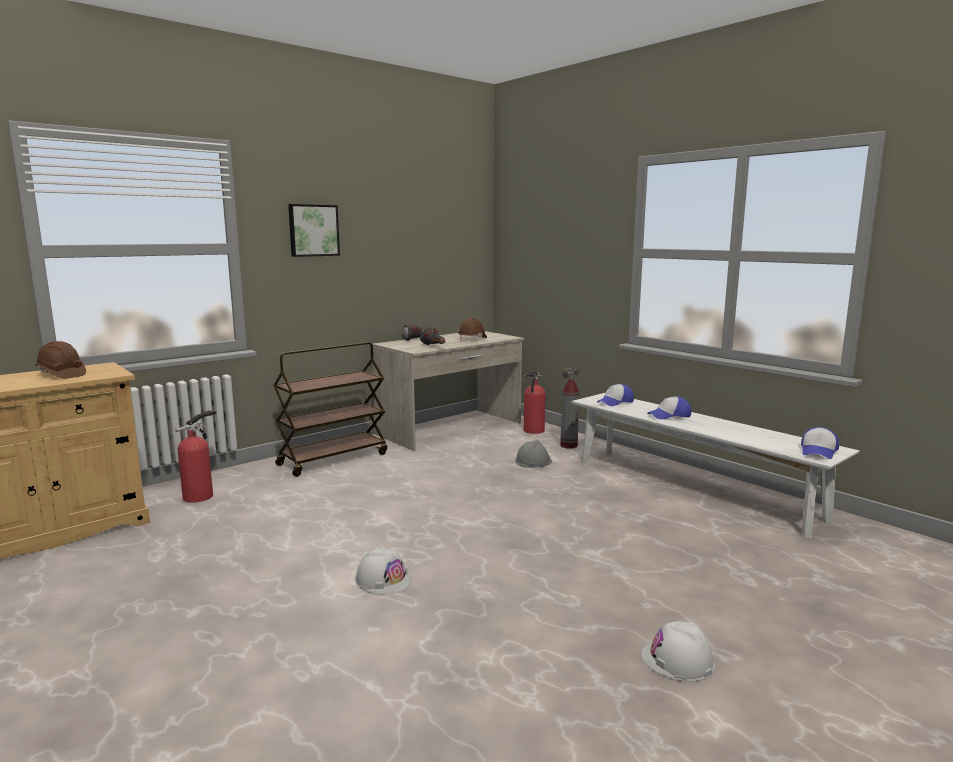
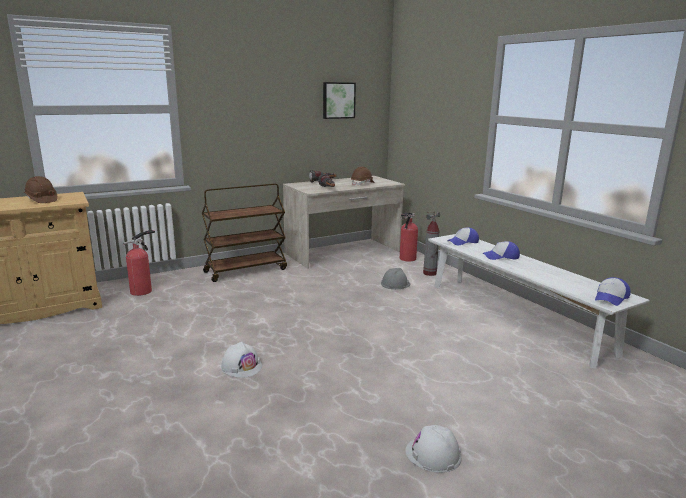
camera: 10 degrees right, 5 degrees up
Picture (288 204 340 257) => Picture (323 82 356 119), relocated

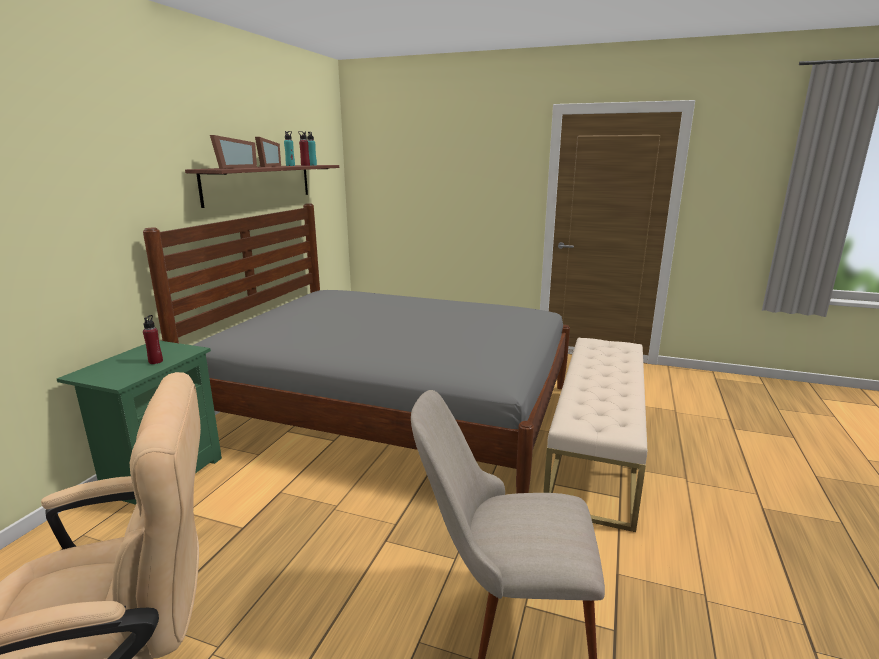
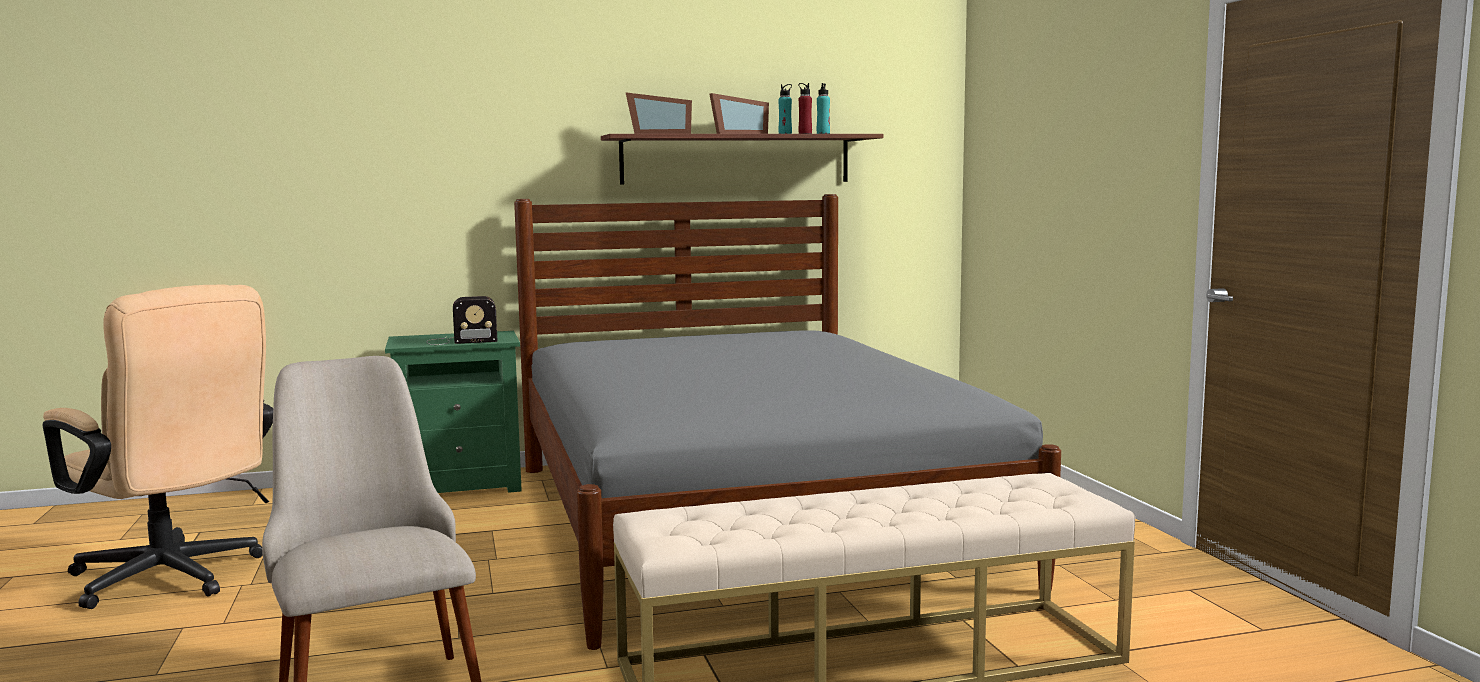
camera: 55 degrees right, 10 degrees down
RedBottle (143 315 163 364) => Radio (428 296 498 345)

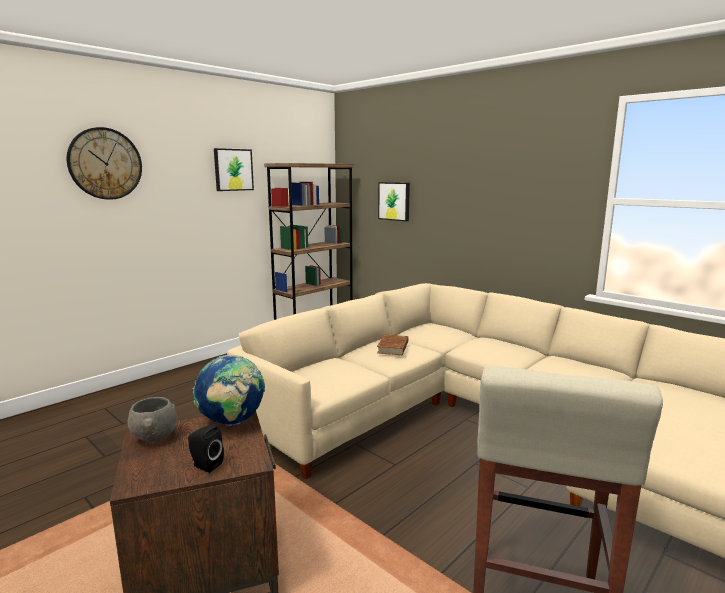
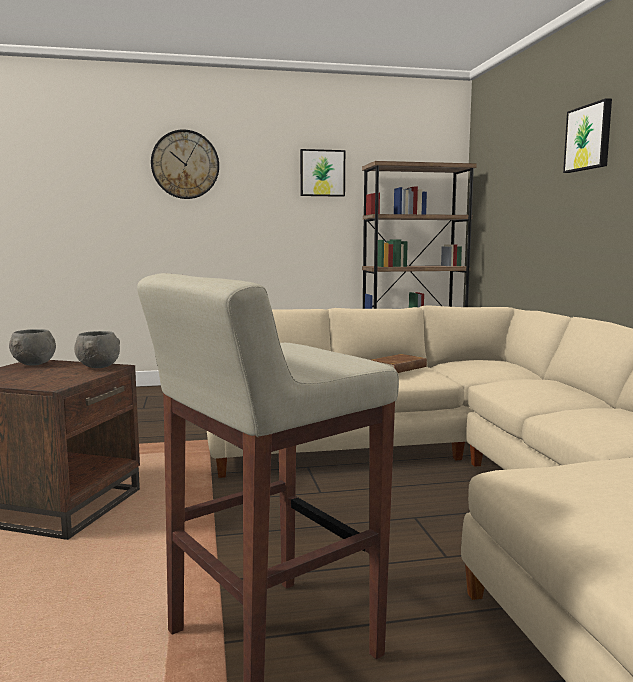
camera: 35 degrees right, 5 degrees down
BlackSpeaker (188 424 224 473) => nothing
Globe (193 355 265 426) => GreyBowl (74 331 120 368)
Picture (378 182 410 222) => Picture (563 98 612 173), relocated

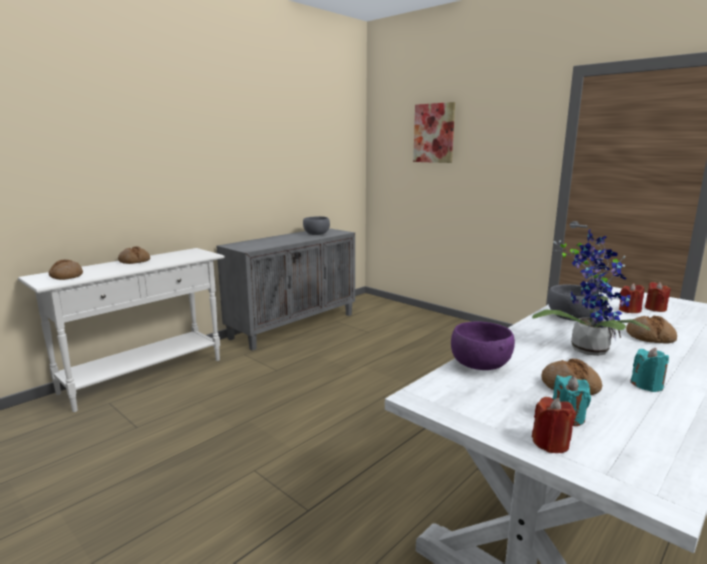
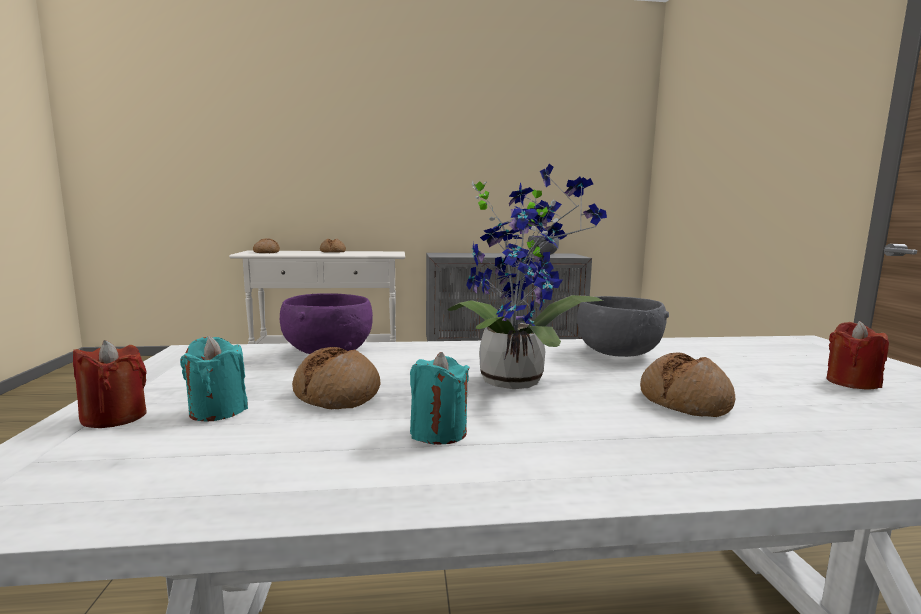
camera: 40 degrees right, 5 degrees down
Picture (413 102 455 163) => nothing
RedCandle (619 283 644 313) => nothing

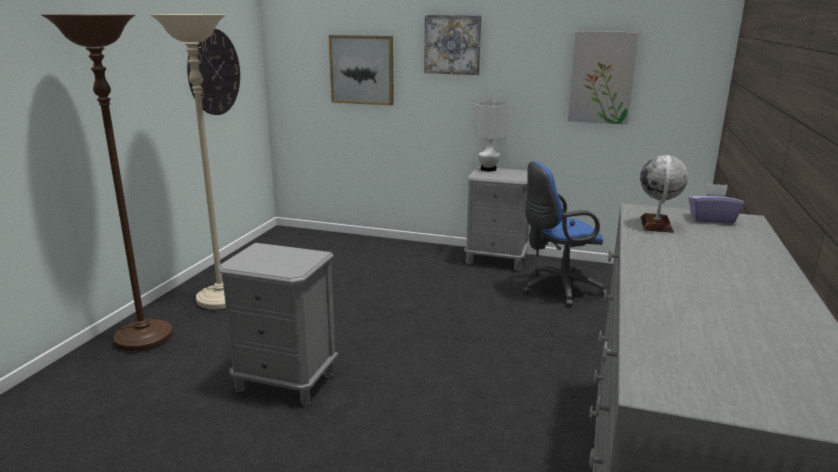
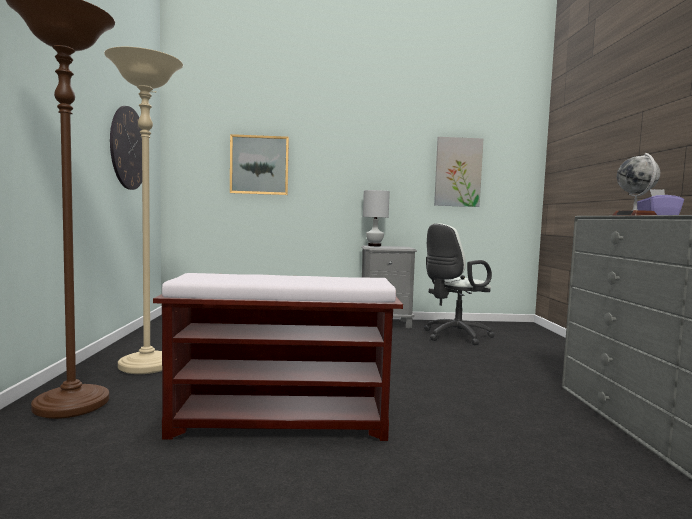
camera: 20 degrees left, 15 degrees down
GreyNightstand (218 243 338 406) => BrownBench (153 273 403 441)
Picture (424 15 482 75) => nothing
BlueOfficeChair (522 161 608 307) => WhiteOfficeChair (424 223 495 345)

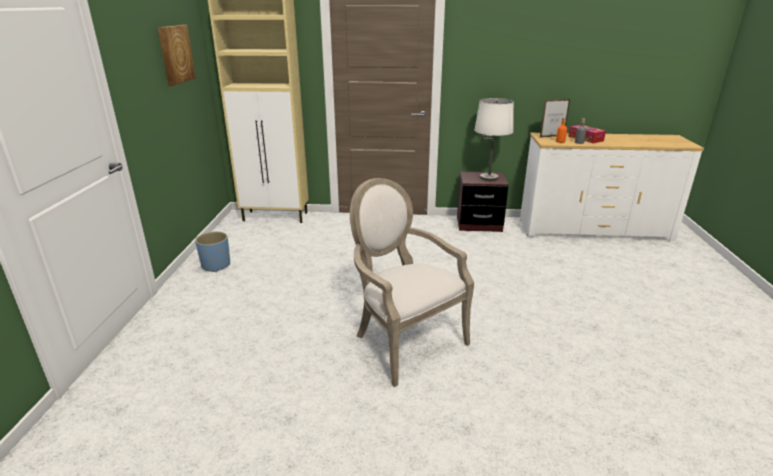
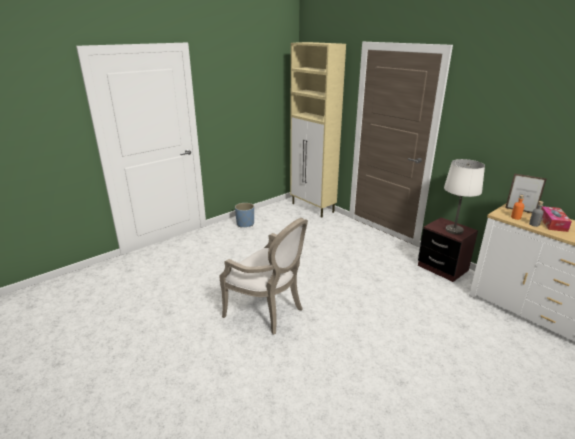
camera: 45 degrees right, 0 degrees up
Picture (158 25 196 86) => nothing
Armchair (350 178 474 387) => Armchair (219 218 308 335), 120 degrees clockwise

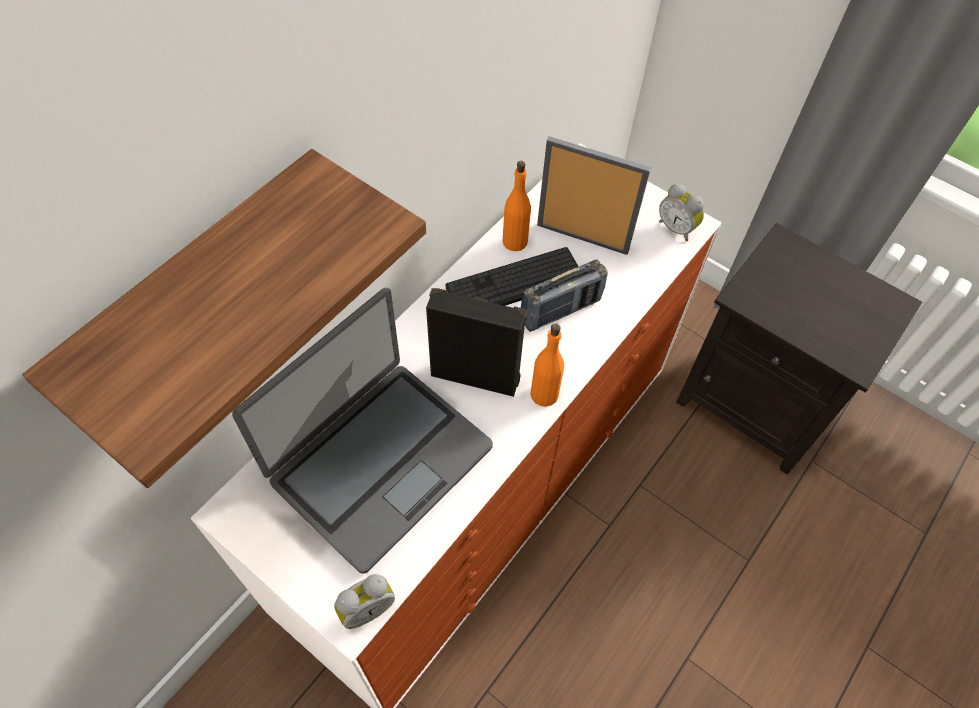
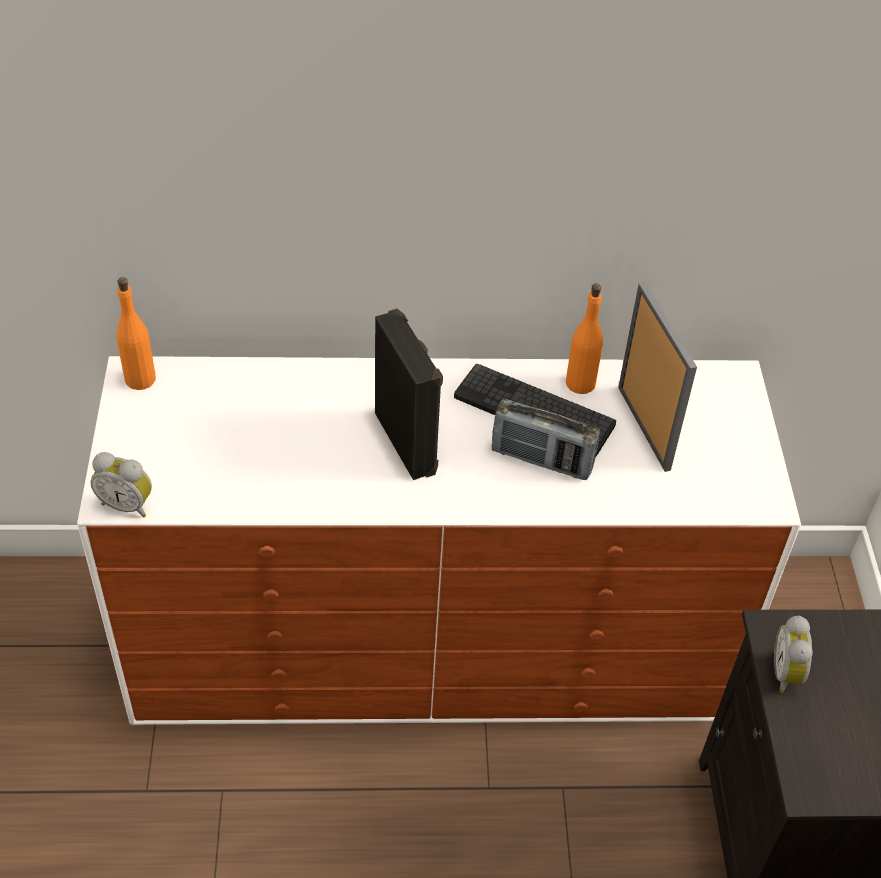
camera: 50 degrees right, 10 degrees down
Shelf (22 149 426 488) => nothing
Laptop (232 288 493 574) => nothing
OrangeBottle (530 323 564 407) => OrangeBottle (116 277 156 390), relocated
AlarmClock (659 184 704 242) => AlarmClock (774 616 813 693), relocated

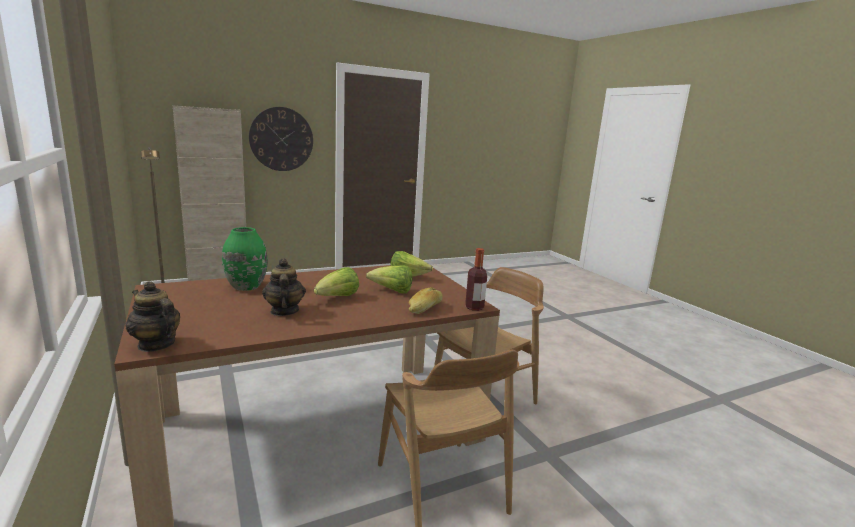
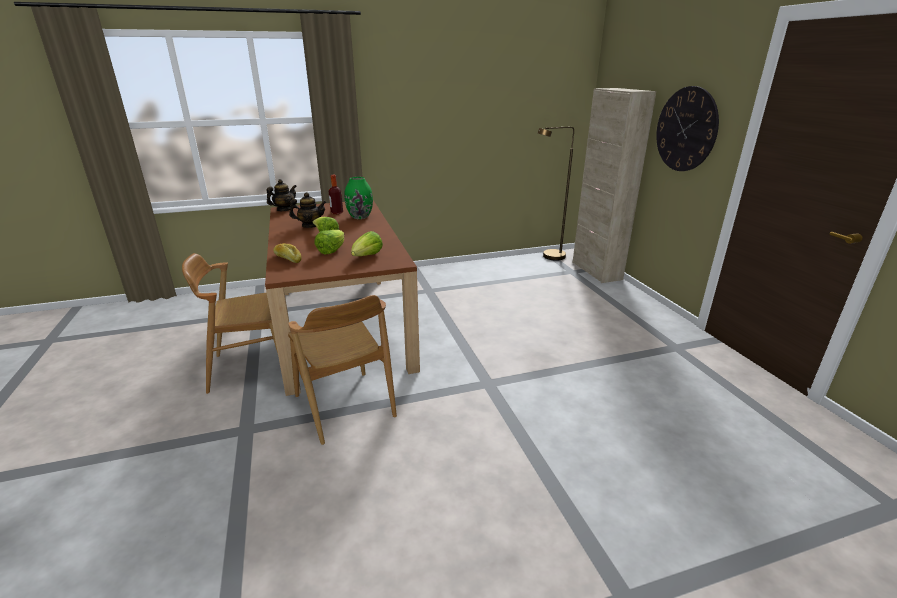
camera: 100 degrees right, 10 degrees up
Bottle (465 248 487 311) => Bottle (329 175 343 214), relocated

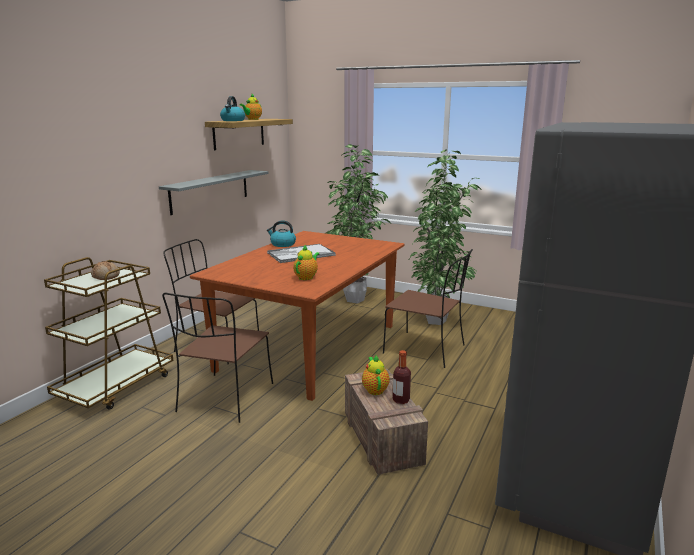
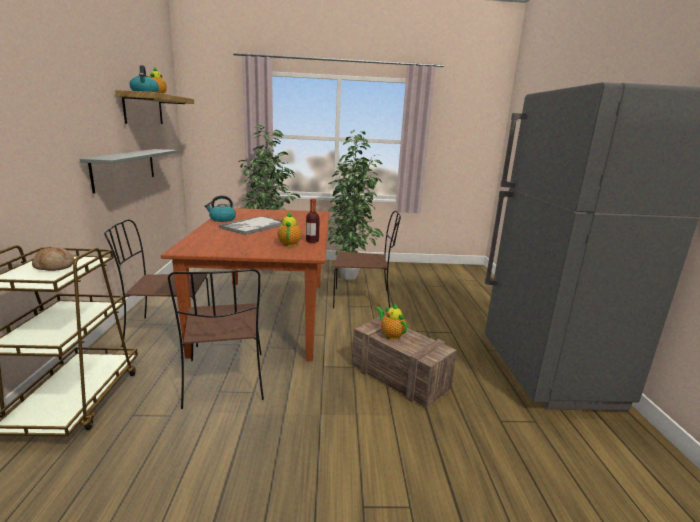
camera: 30 degrees left, 0 degrees up
Bottle (393 350 411 404) => Bottle (306 199 320 243), relocated

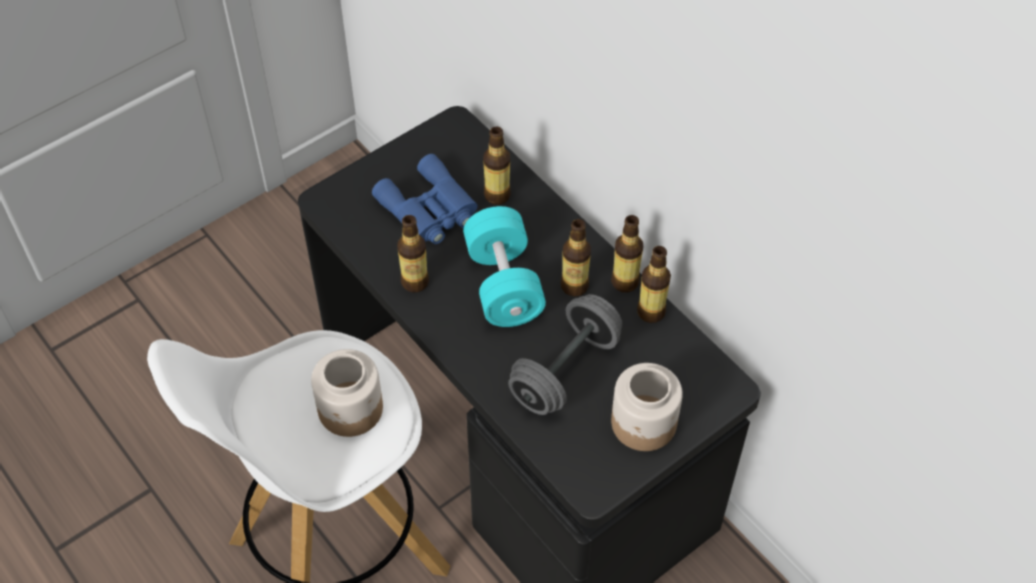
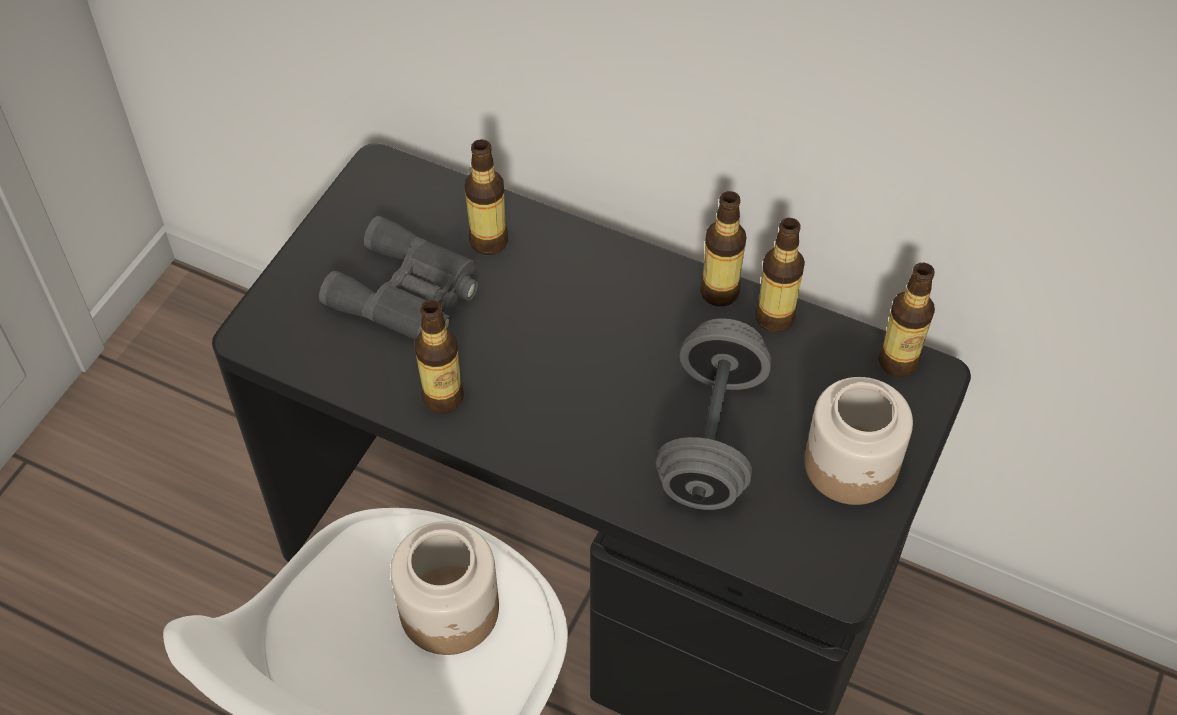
camera: 25 degrees left, 0 degrees up
BlueBinoculars (372 154 478 244) => GreyBinoculars (319 216 478 340)
TurquoiseDumbbell (463 206 546 327) => nothing
Bottle (561 219 591 297) => Bottle (878 263 935 377), relocated

